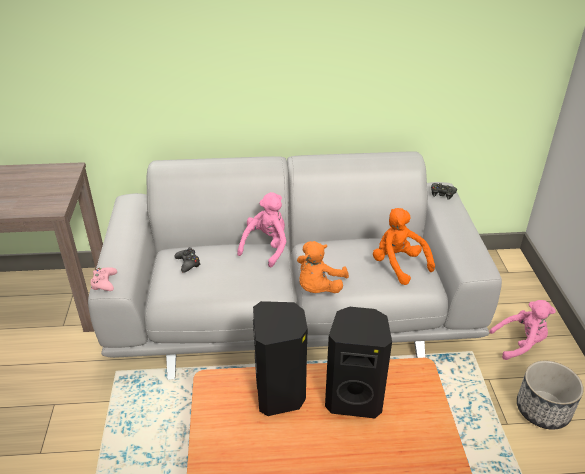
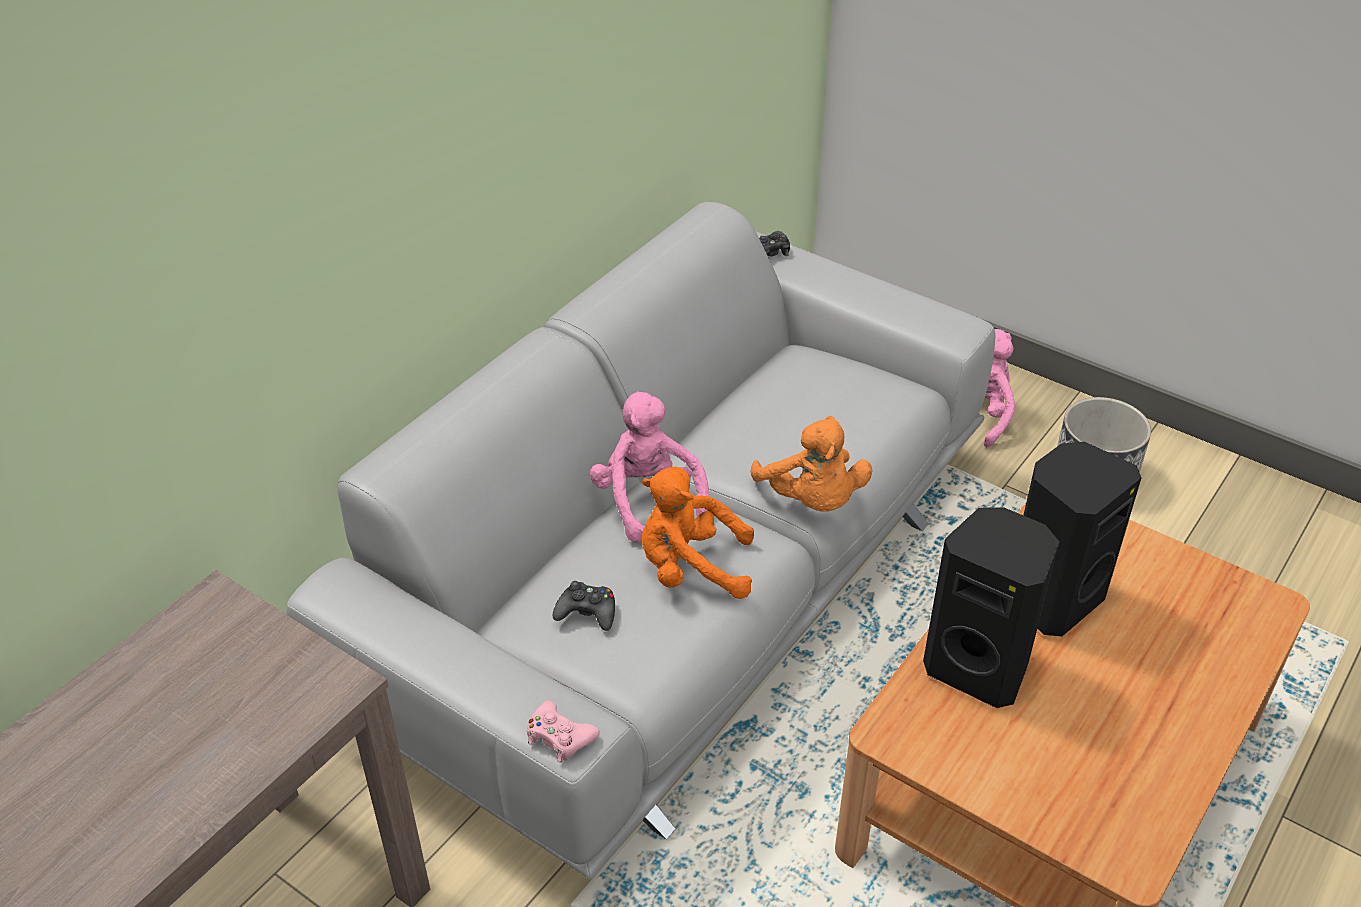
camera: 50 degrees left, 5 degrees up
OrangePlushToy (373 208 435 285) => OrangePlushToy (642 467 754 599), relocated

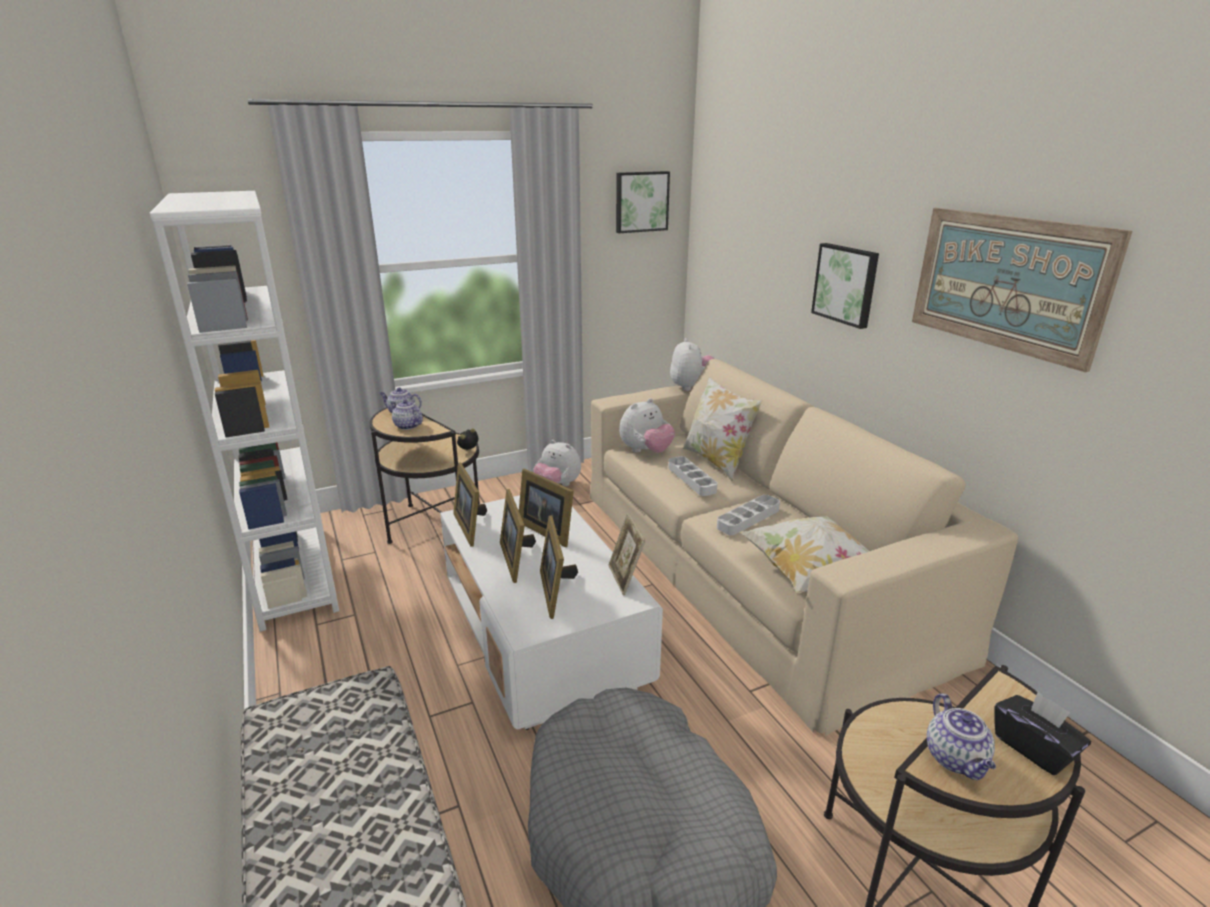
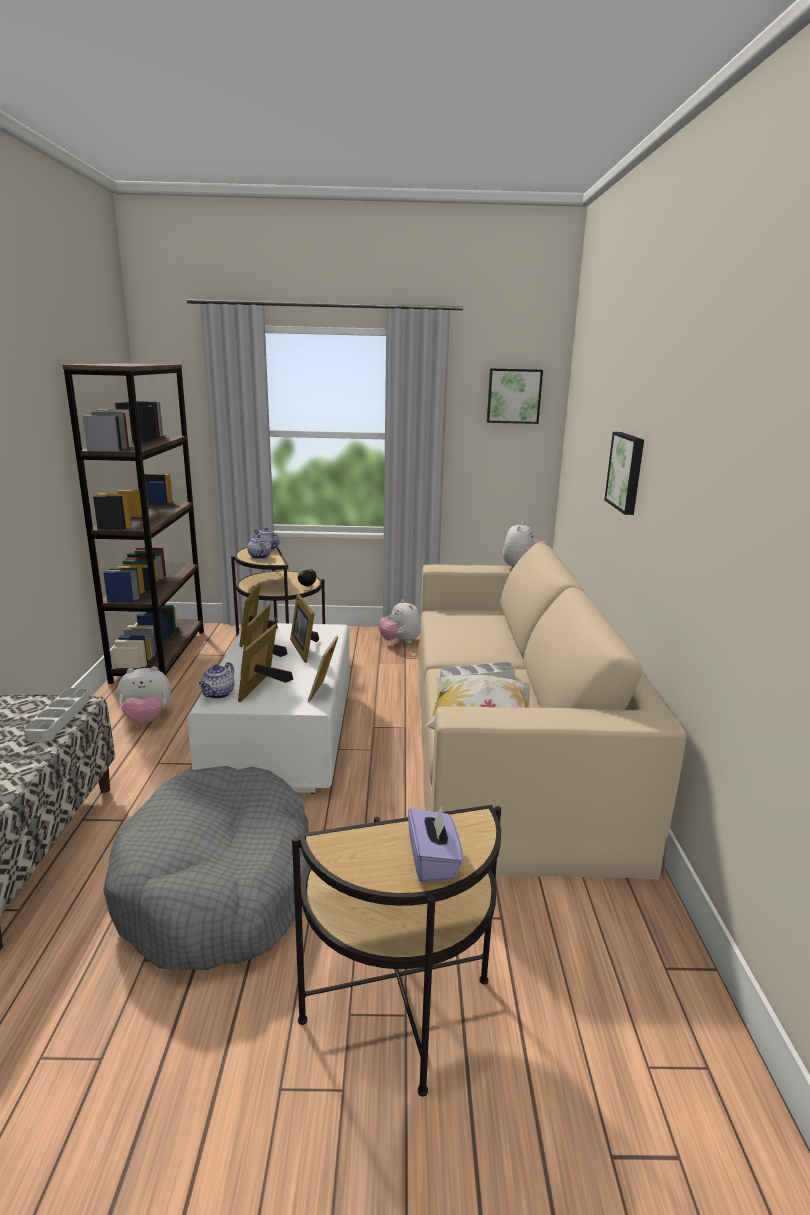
camera: 25 degrees right, 5 degrees down
WhiteBookcase (150 191 339 632) => BrownBookcase (63 363 204 684)
PlushToy (619 398 675 453) => PlushToy (117 666 171 724), relocated
GreyTray (668 456 717 496) => GreyTray (24 688 90 742), relocated
Pillow (683 377 762 481) => nothing
Picture (912 208 1132 372) => nothing
Teapot (927 693 996 780) => Teapot (199 662 235 699), relocated
BlackTissueBox (994 692 1091 775) => PurpleTissueBox (408 805 463 882)

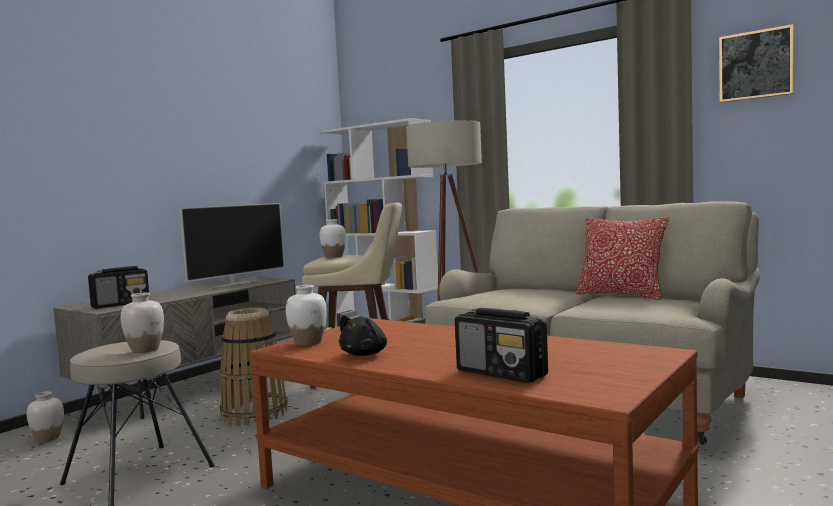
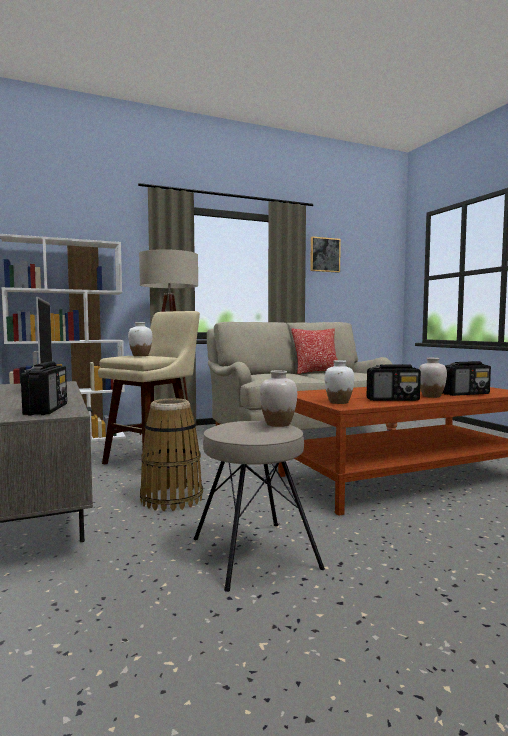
camera: 60 degrees left, 0 degrees up
WhiteVase (27 391 64 442) => WhiteVase (419 358 447 398), relocated
BlackPlushToy (339 315 387 356) => Radio (367 364 421 401)

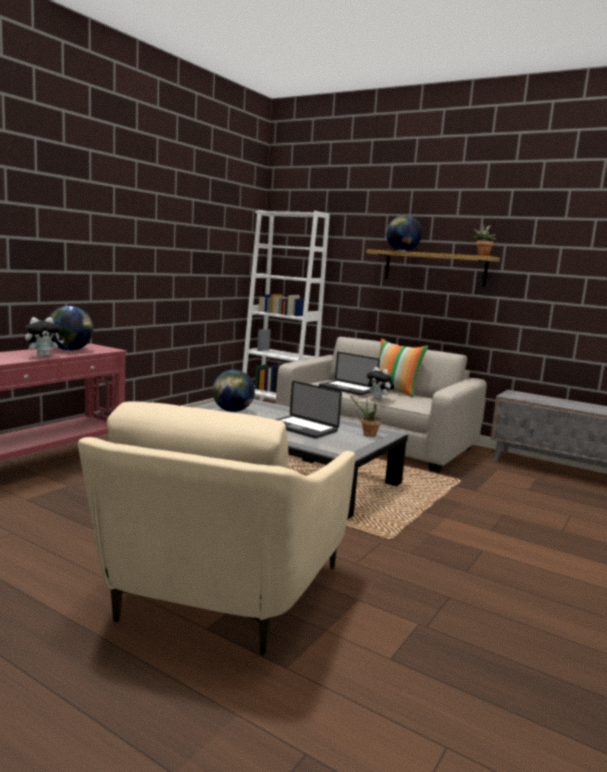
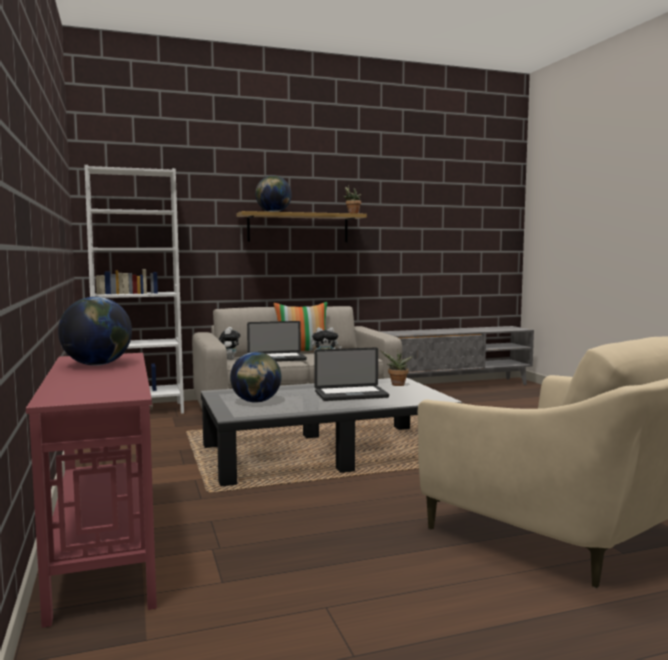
camera: 50 degrees left, 5 degrees down
PlushToy (25 317 64 357) => PlushToy (218 327 240 360), relocated

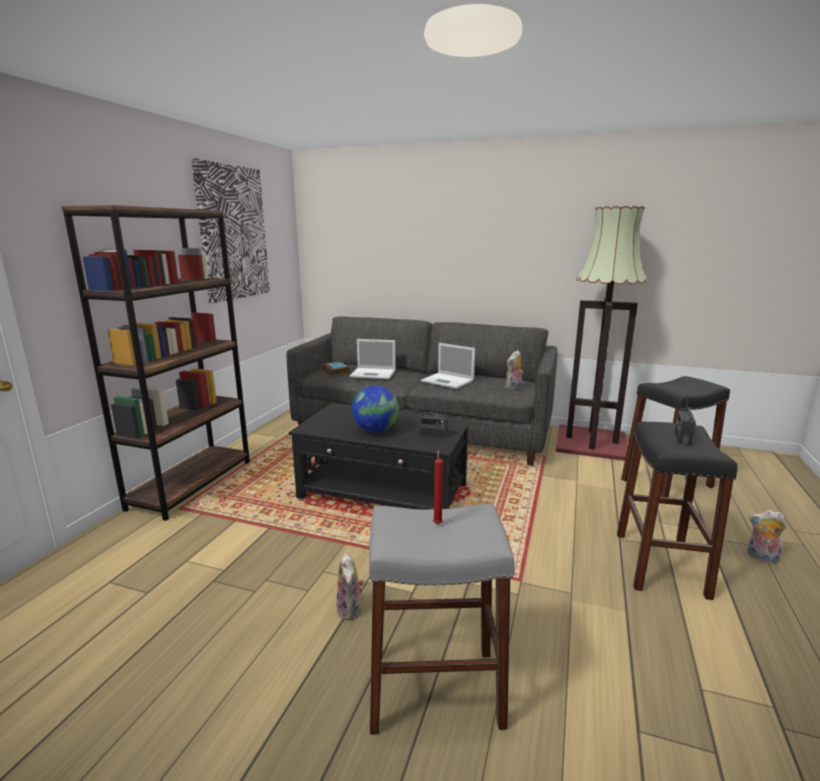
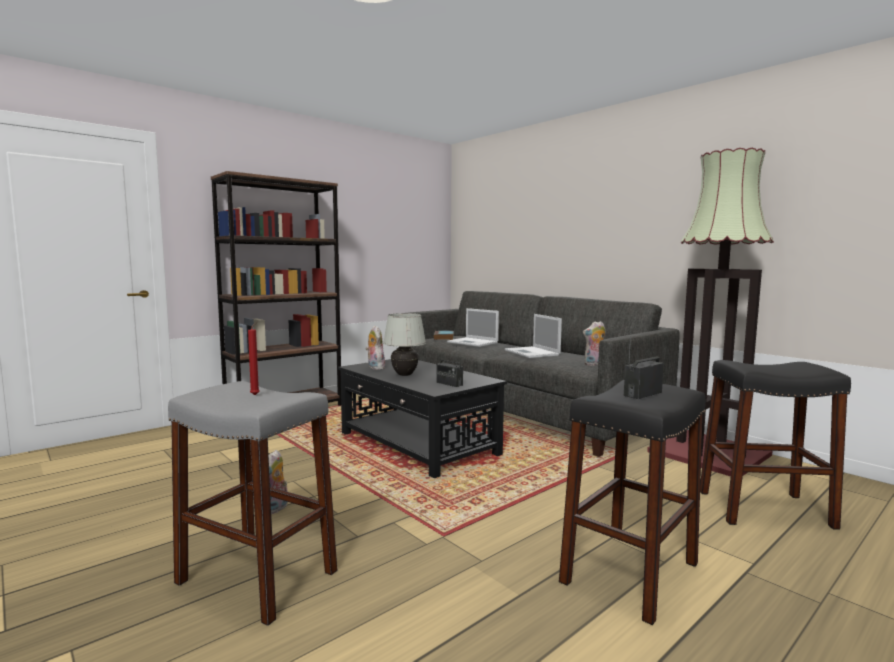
camera: 30 degrees right, 10 degrees down
Picture (192 158 270 303) => nothing
Globe (352 386 399 432) => WhiteTableLamp (383 313 426 376)
PlushToy (747 510 786 564) => PlushToy (366 325 385 370), relocated

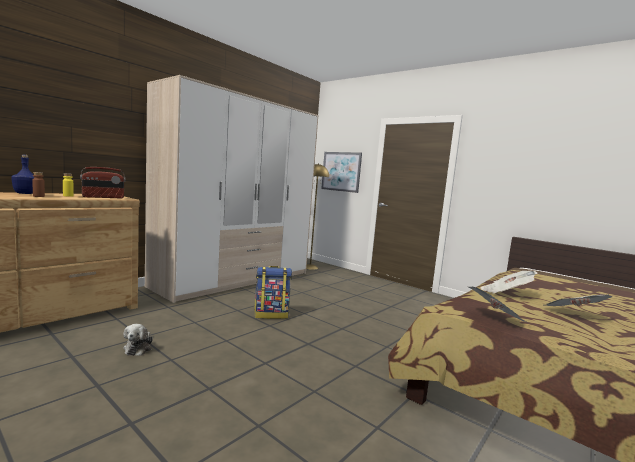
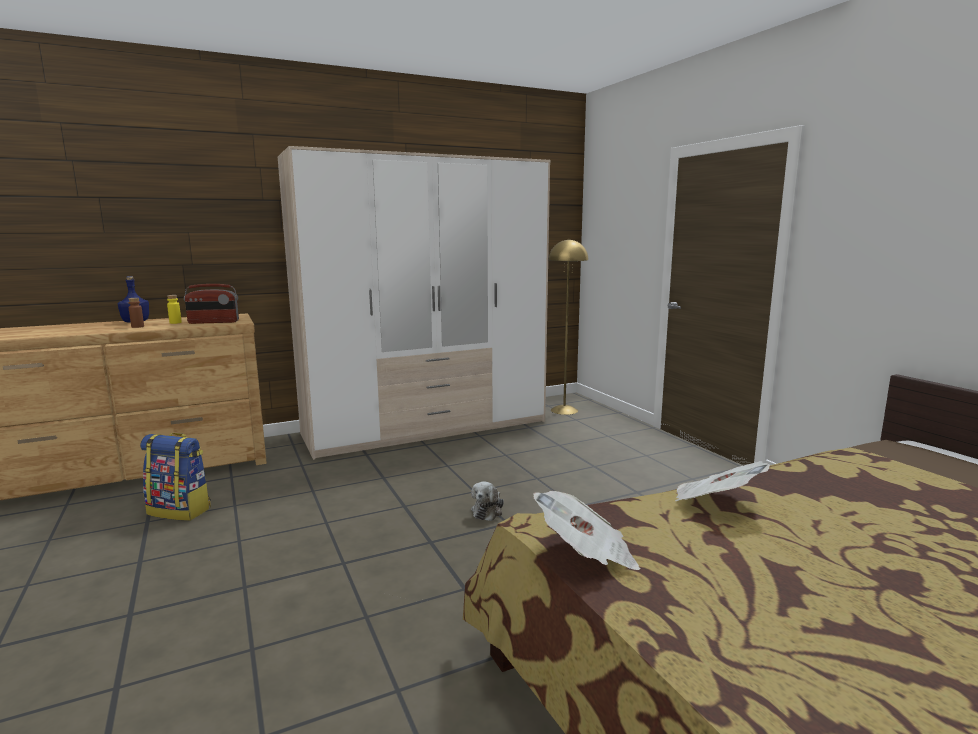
camera: 25 degrees right, 5 degrees up
PlushToy (124 324 153 356) => PlushToy (471 481 504 521), relocated
Backpack (254 266 292 319) => Backpack (140 433 211 521), relocated
Picture (321 152 362 193) => nothing
Newspaper (544 295 613 306) => nothing

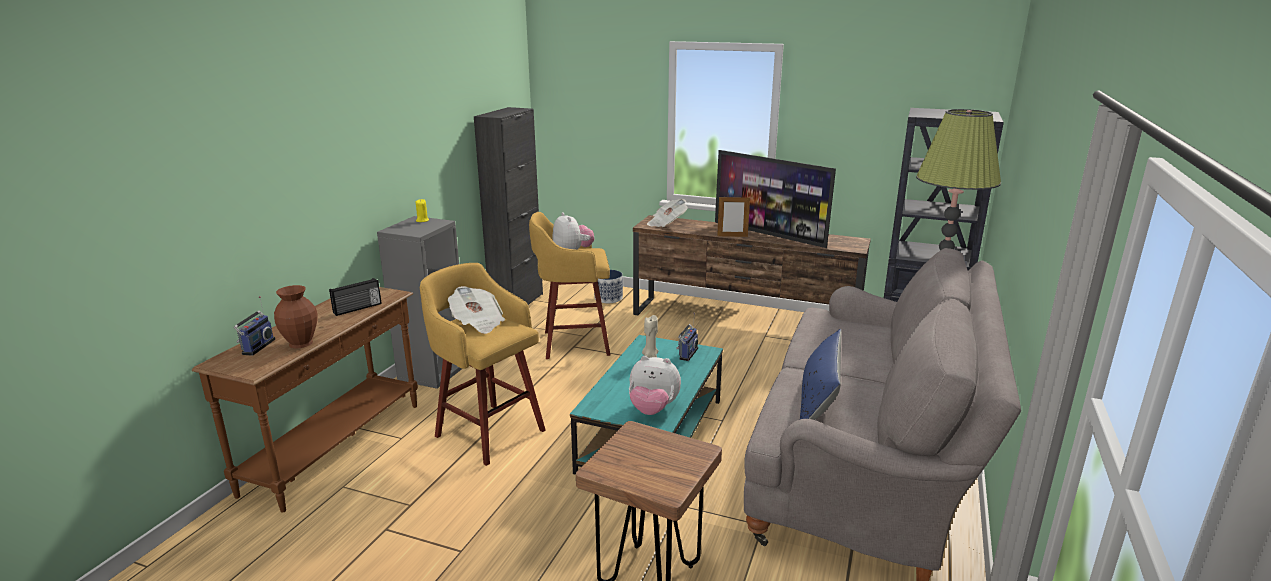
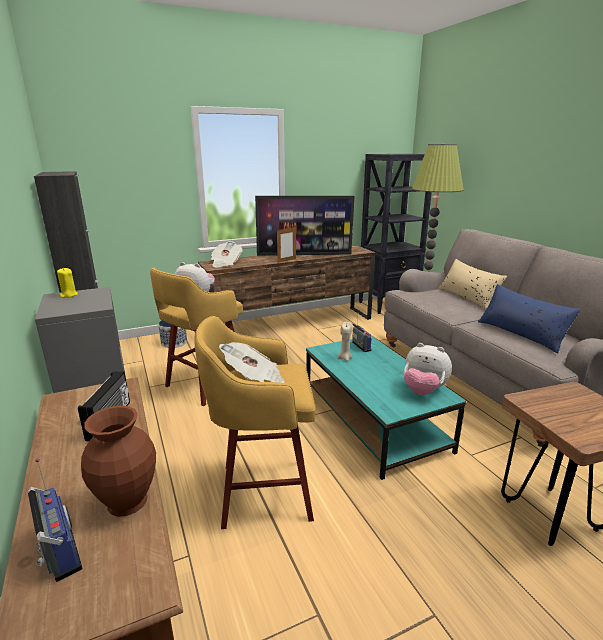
camera: 45 degrees left, 0 degrees up
PlushToy (629 356 681 415) => PlushToy (404 343 452 395), 60 degrees clockwise
nothing => BeigePillow (438 259 507 310)

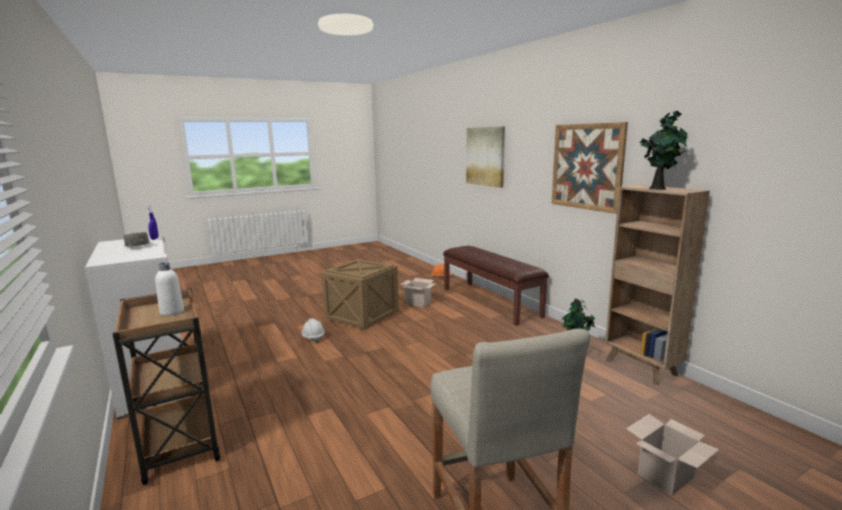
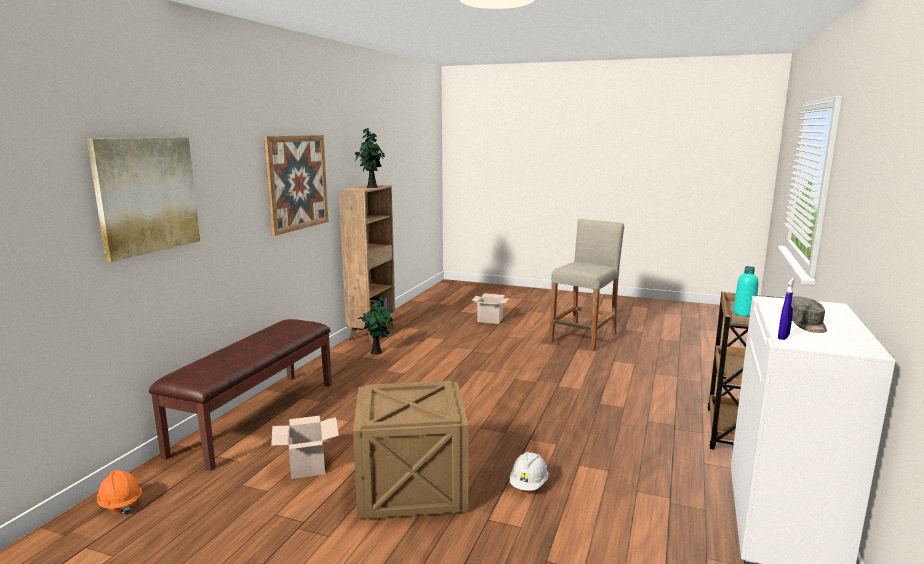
camera: 130 degrees left, 0 degrees up
WhiteBottle (155 262 184 316) => TurquoiseBottle (733 266 758 317)

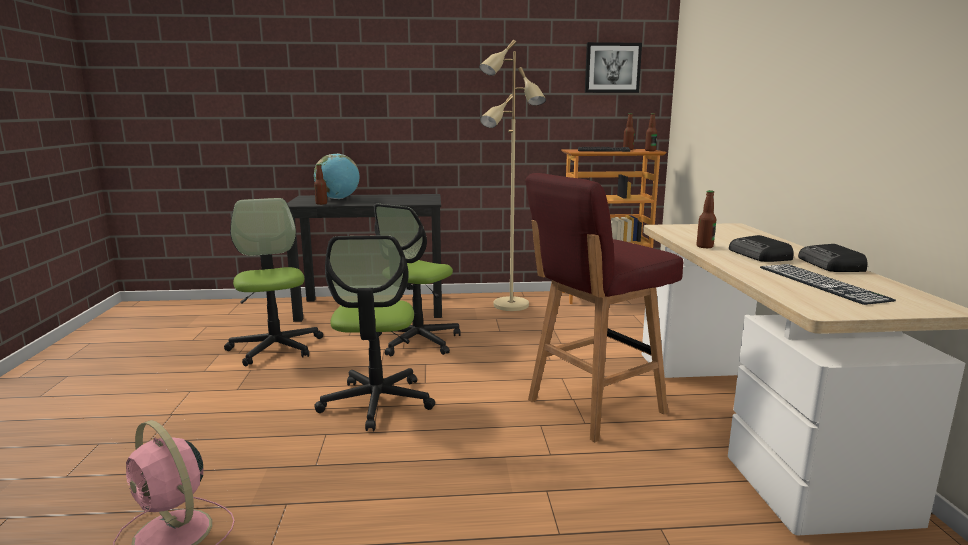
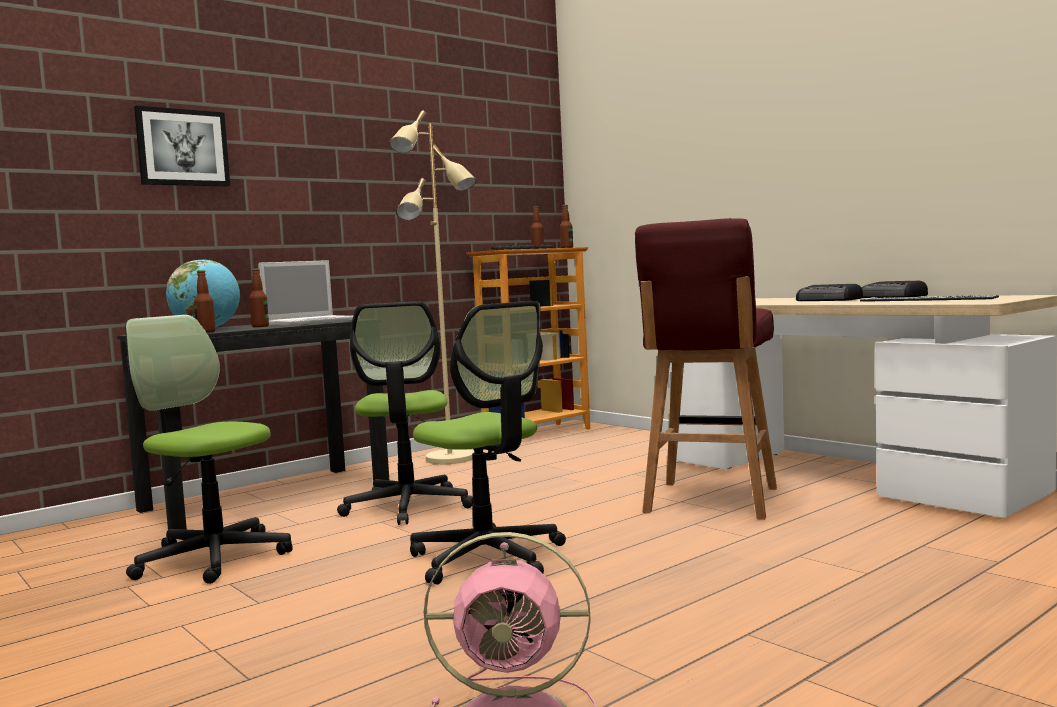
camera: 35 degrees left, 10 degrees down
Picture (585 42 642 93) => Picture (134 106 230 186), relocated
Bottle (696 190 716 248) => Bottle (249 268 269 327), relocated
nothing => Laptop (258 260 353 326)

